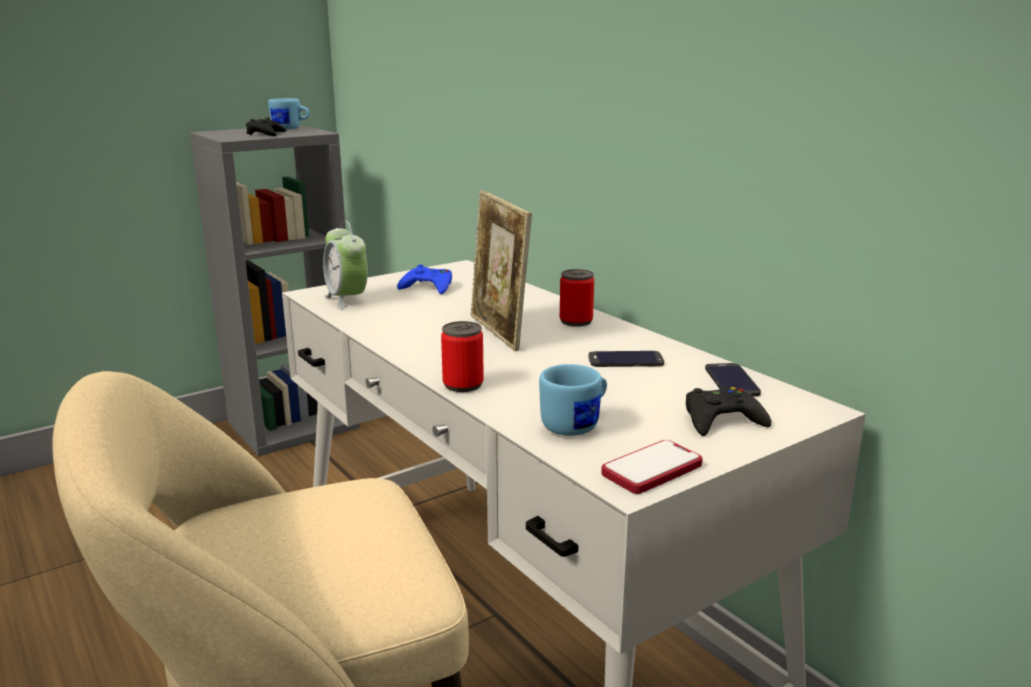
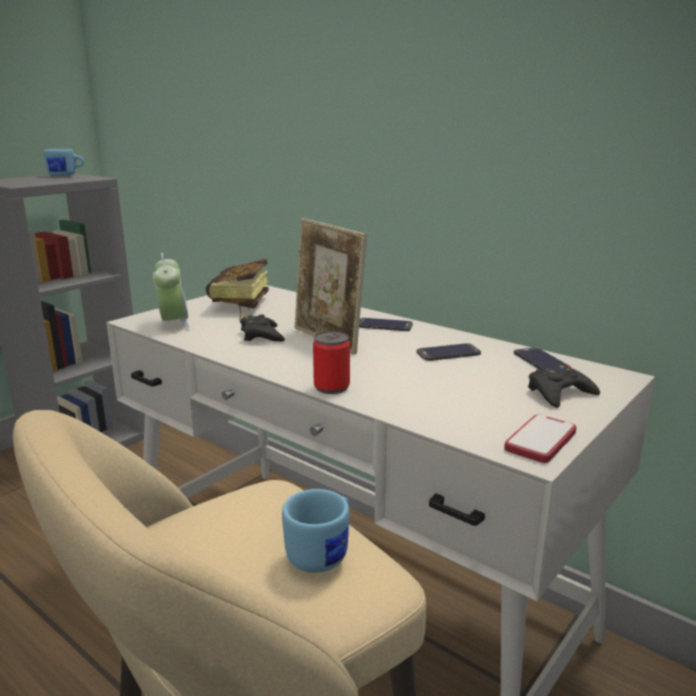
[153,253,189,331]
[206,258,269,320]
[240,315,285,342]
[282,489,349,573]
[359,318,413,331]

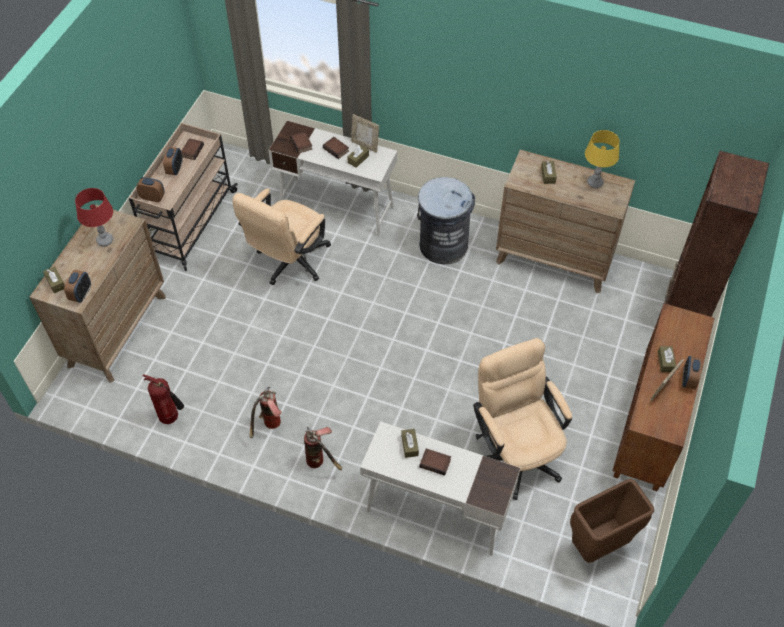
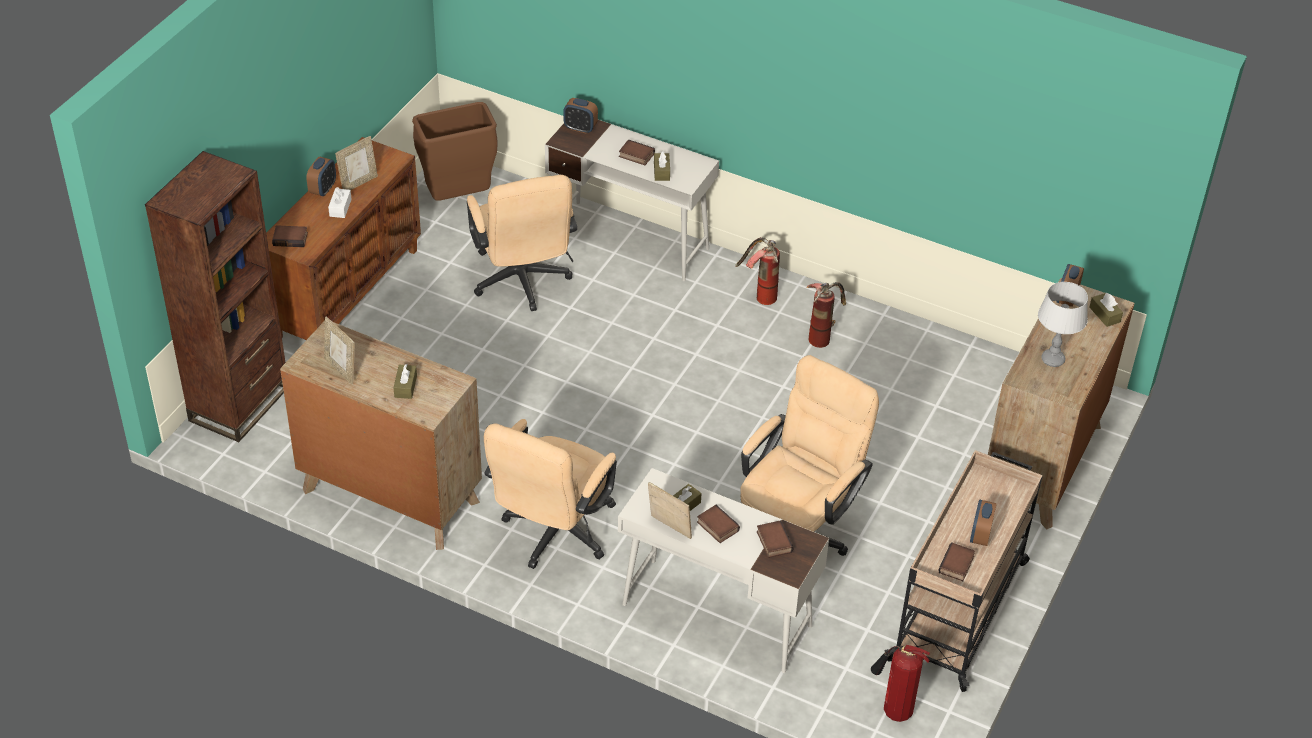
[272,225,308,247]
[324,316,355,384]
[328,187,352,218]
[484,419,617,569]
[563,98,598,134]
[871,645,930,722]
[1038,282,1088,367]

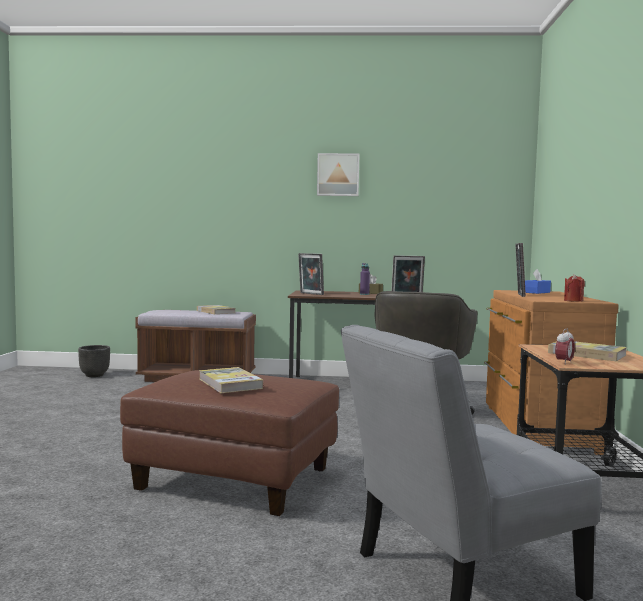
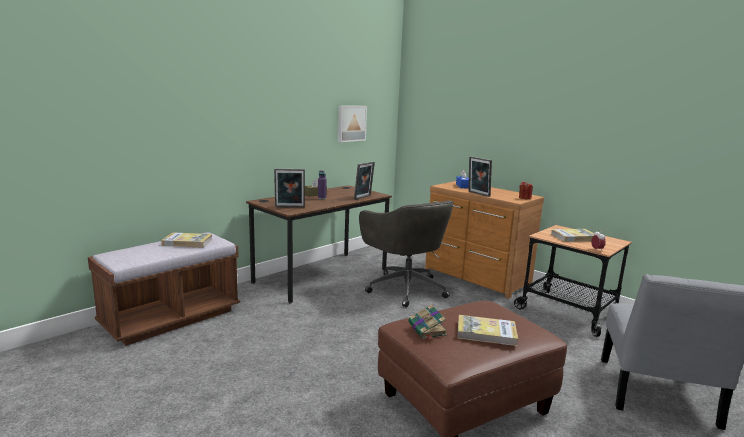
[338,106,367,142]
[408,305,447,340]
[78,345,110,377] (first image)

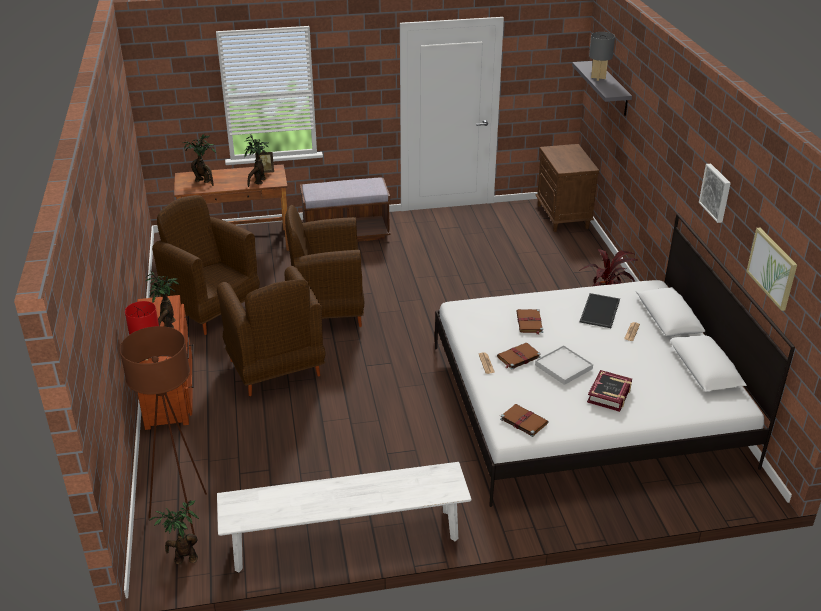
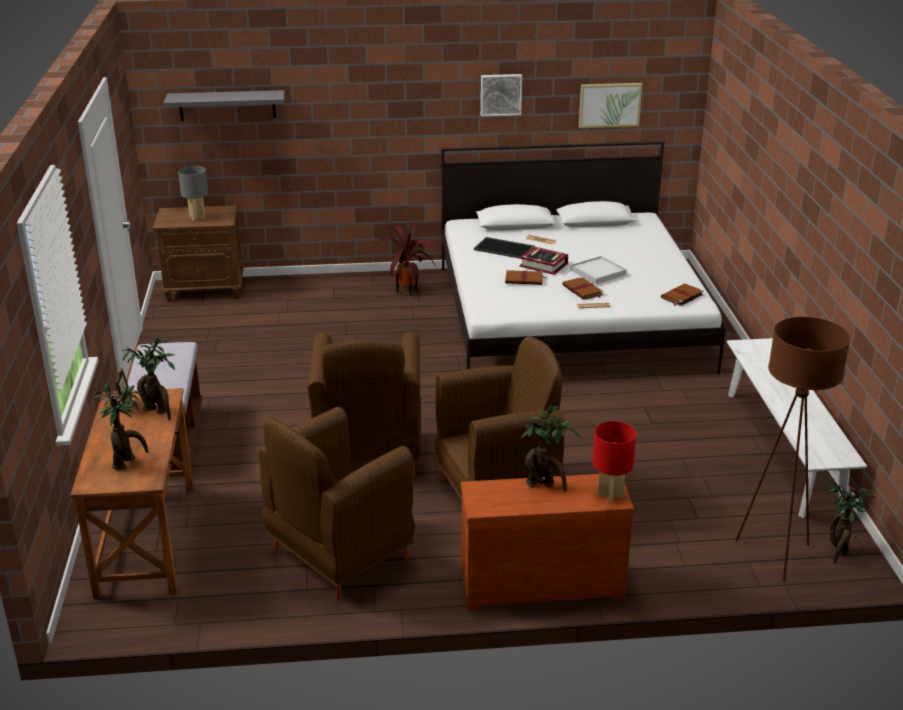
[178,166,208,221]
[519,246,568,275]

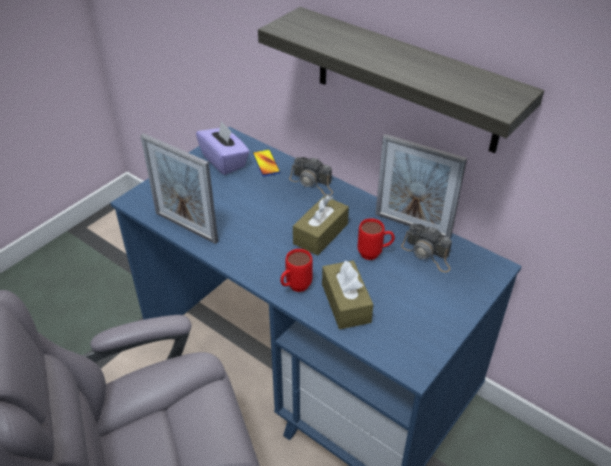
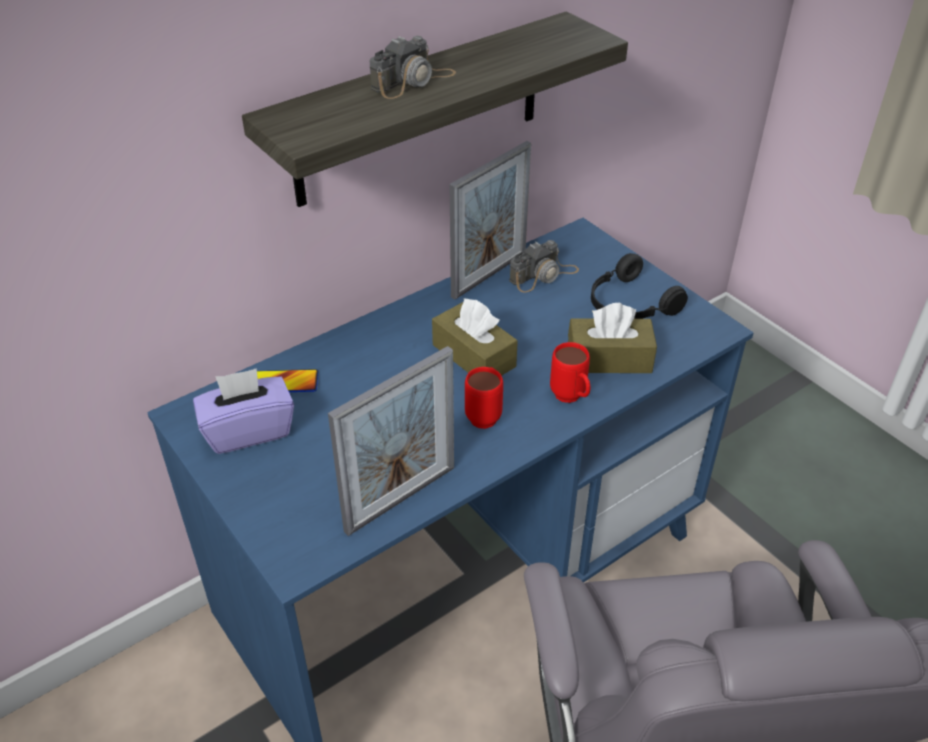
[370,36,456,99]
[465,367,503,429]
[591,253,688,319]

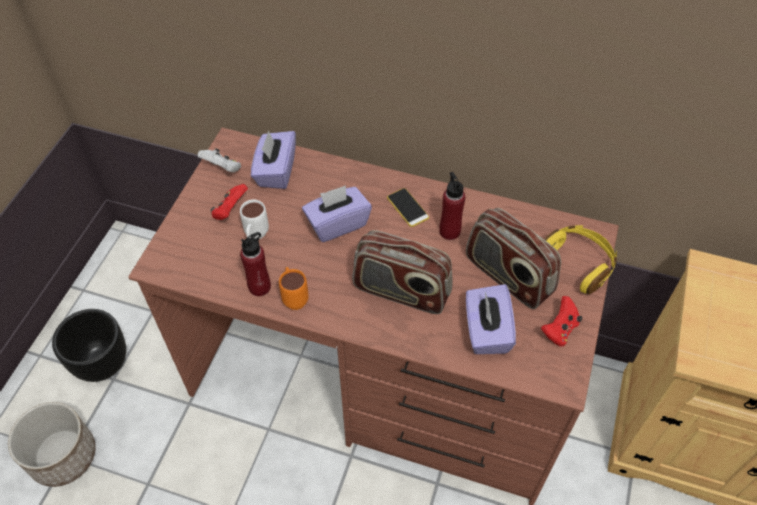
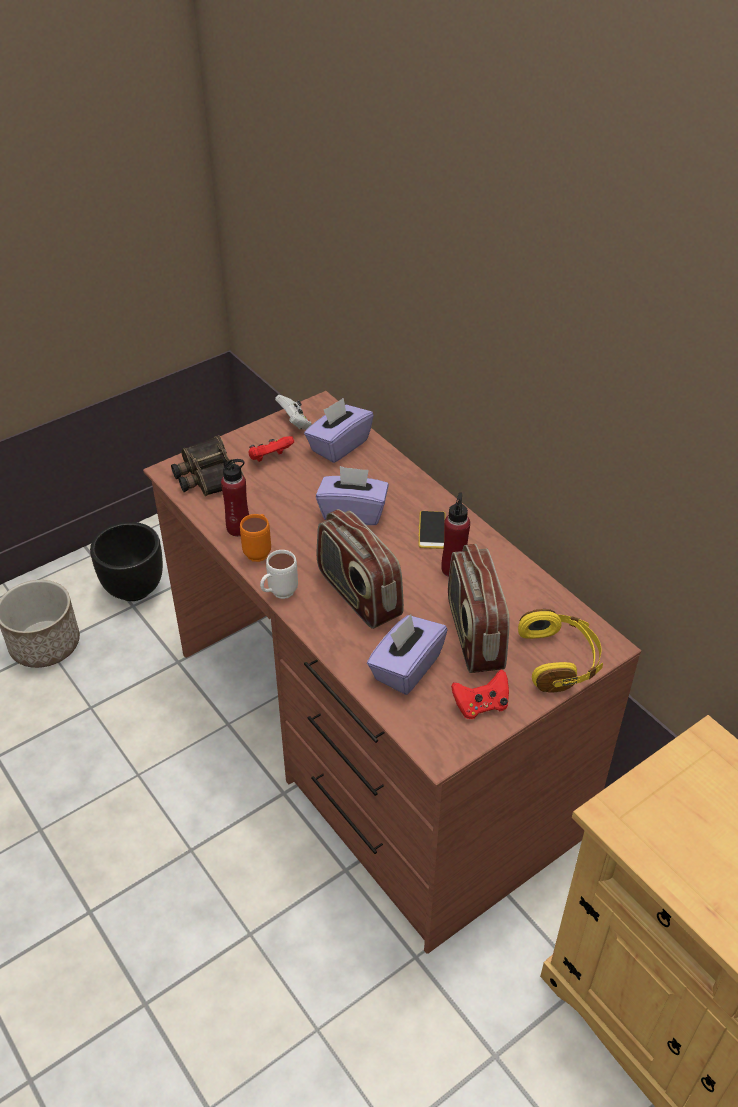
[171,435,244,496]
[260,550,298,599]

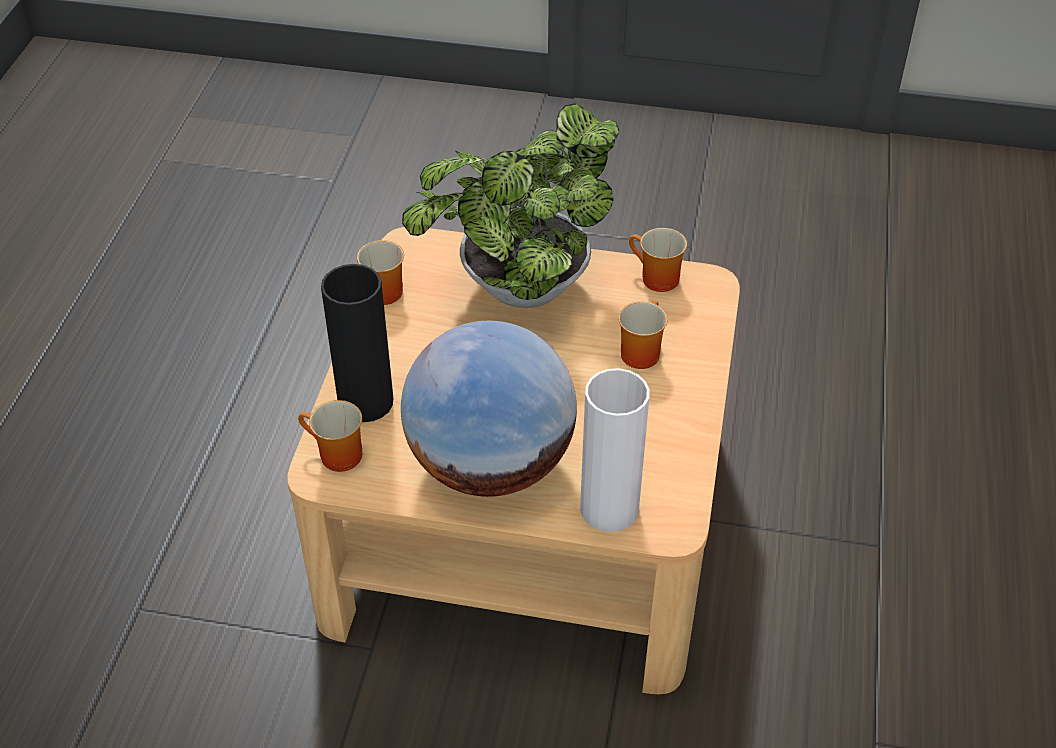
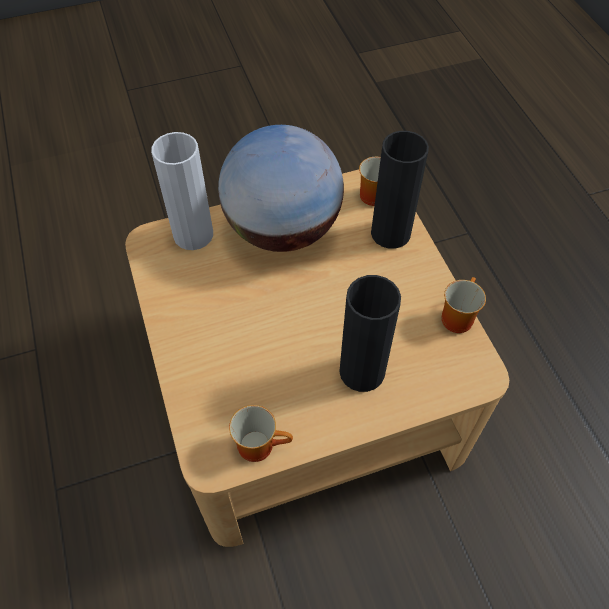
[339,275,401,392]
[618,301,668,369] (first image)

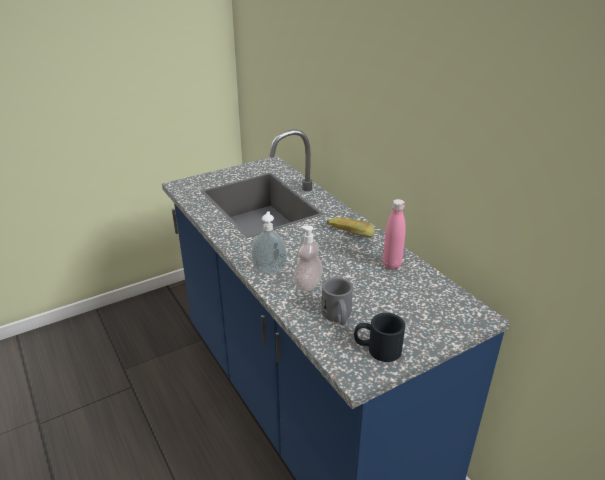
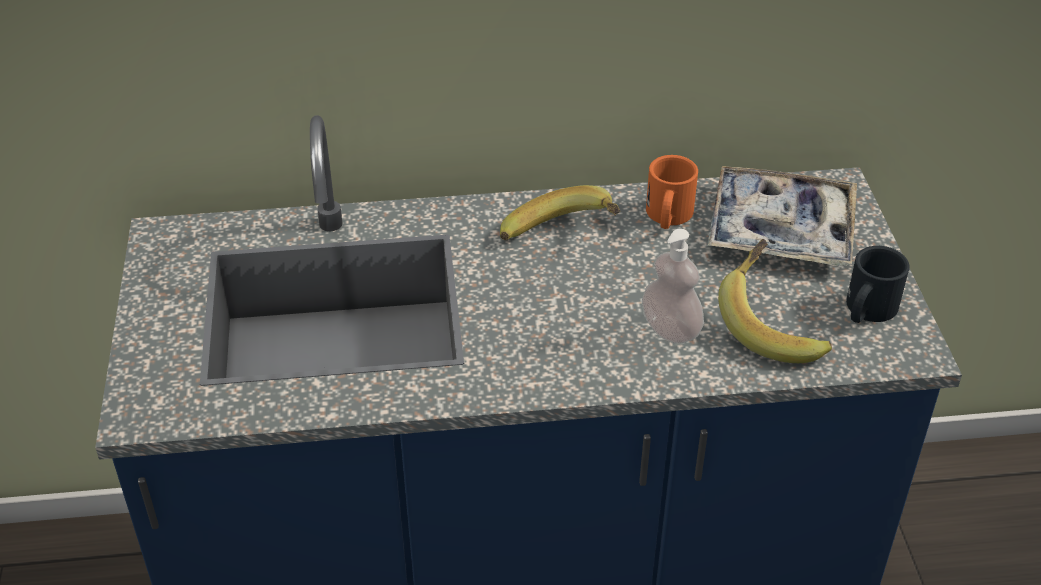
[646,155,698,229]
[707,166,857,266]
[718,239,832,363]
[251,211,287,274] (first image)

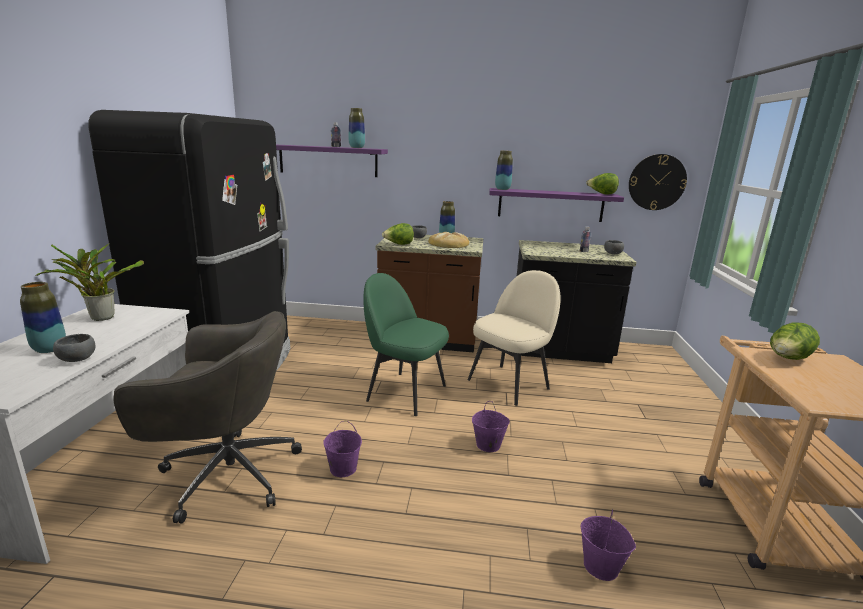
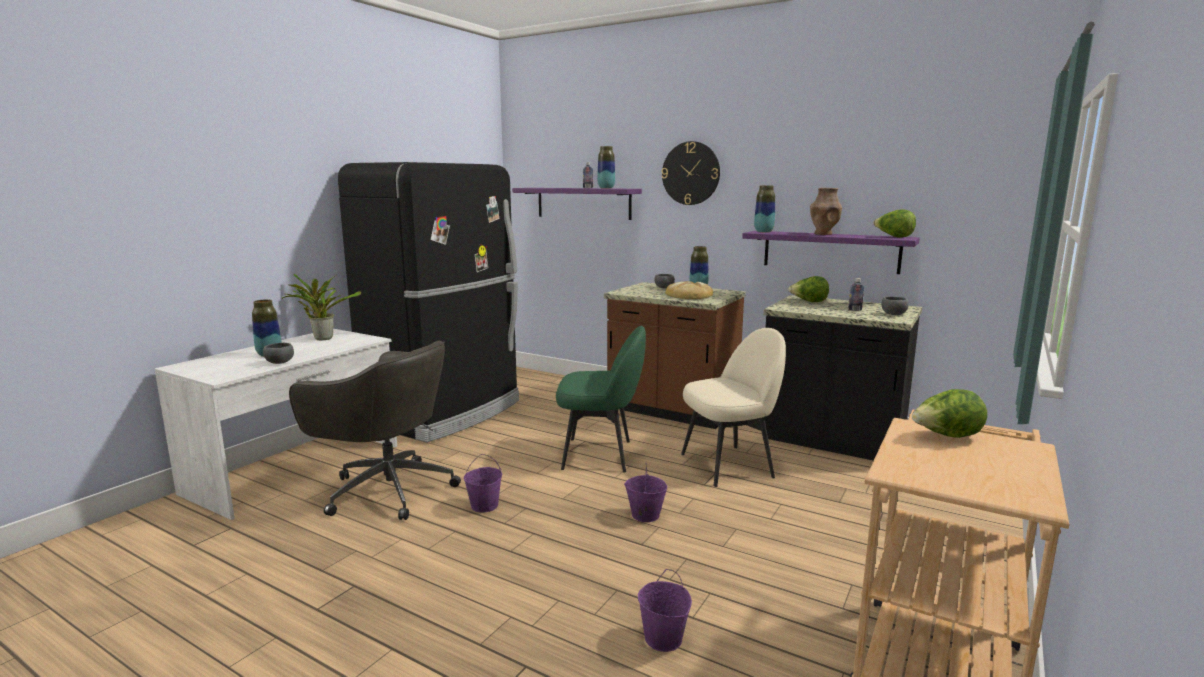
[556,326,646,472]
[662,141,720,205]
[788,276,829,302]
[810,188,842,235]

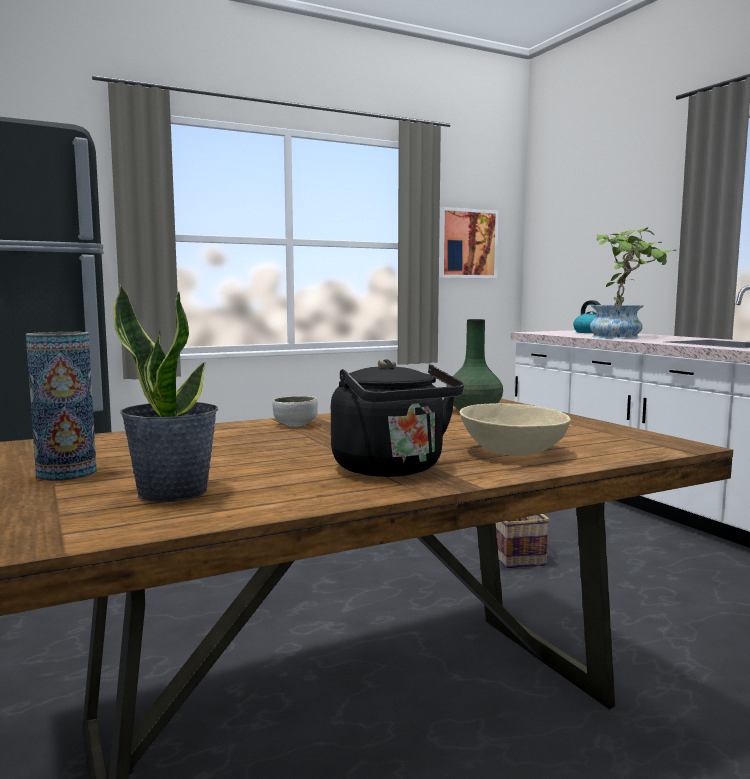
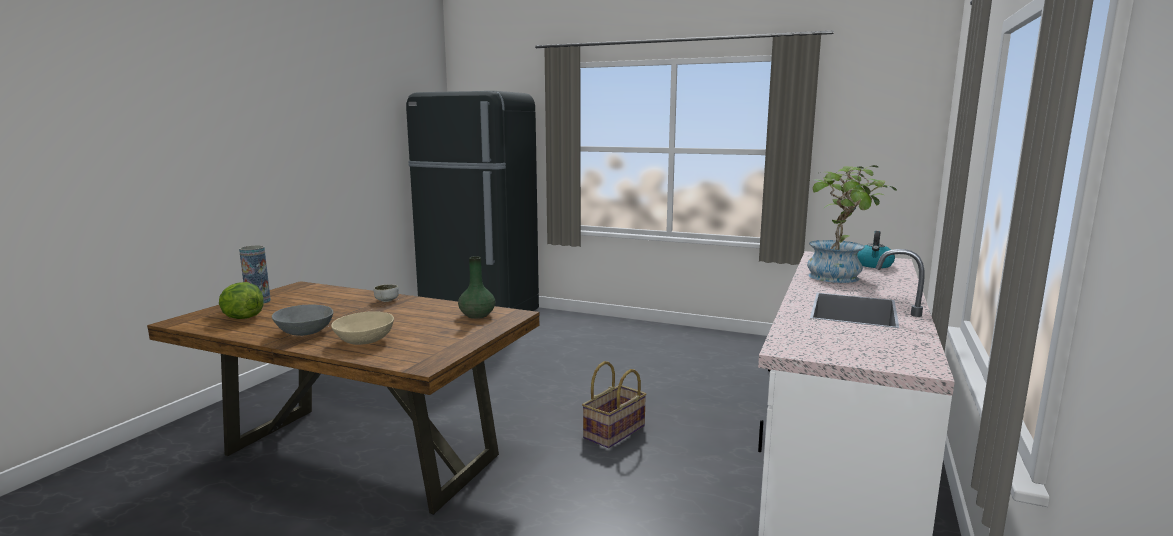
[219,282,264,319]
[272,305,333,336]
[439,207,499,278] (first image)

